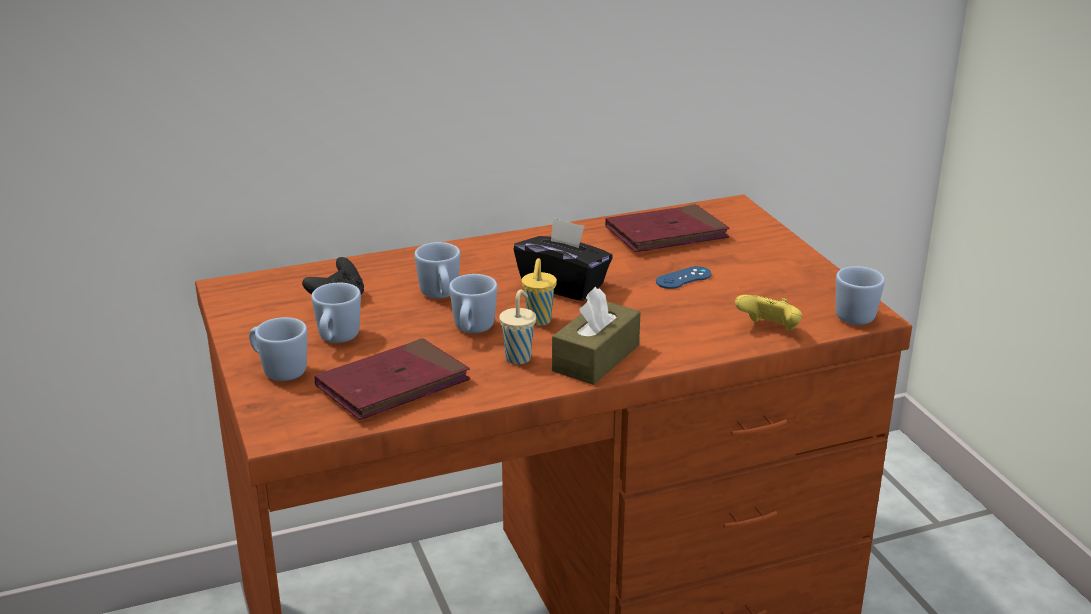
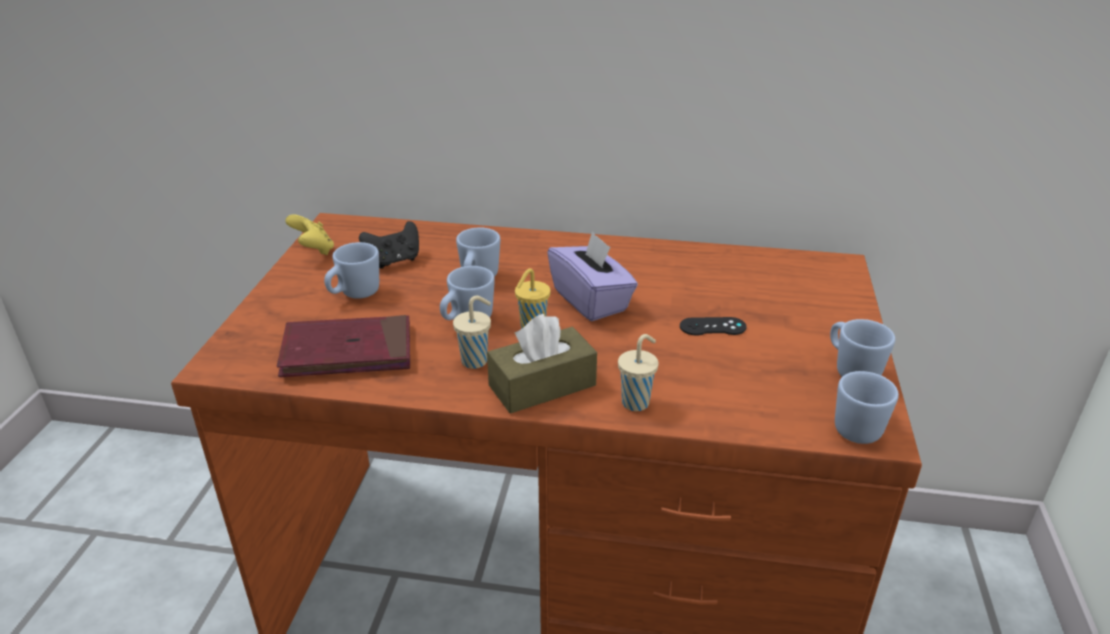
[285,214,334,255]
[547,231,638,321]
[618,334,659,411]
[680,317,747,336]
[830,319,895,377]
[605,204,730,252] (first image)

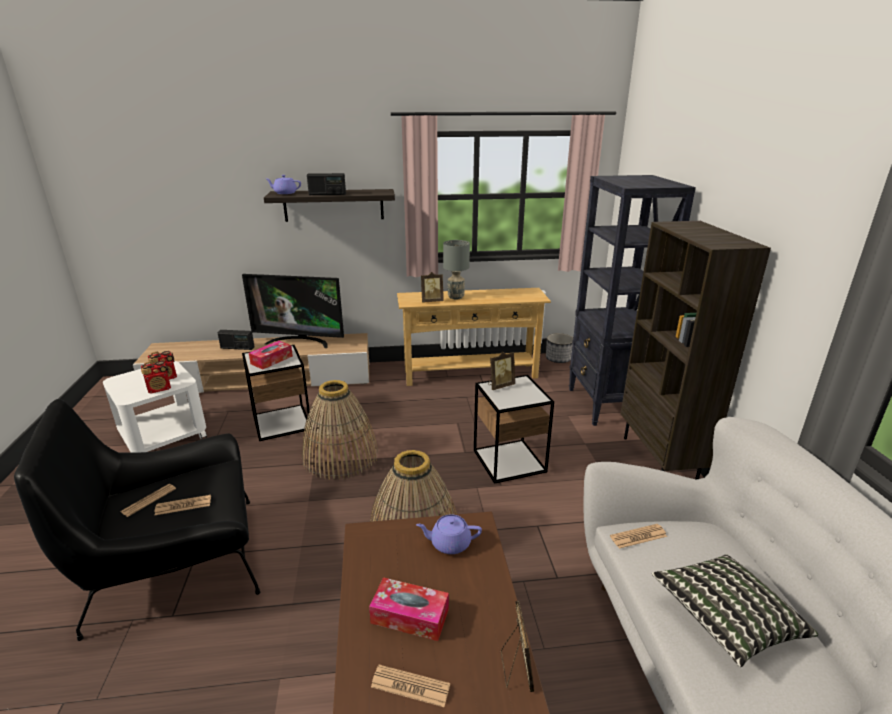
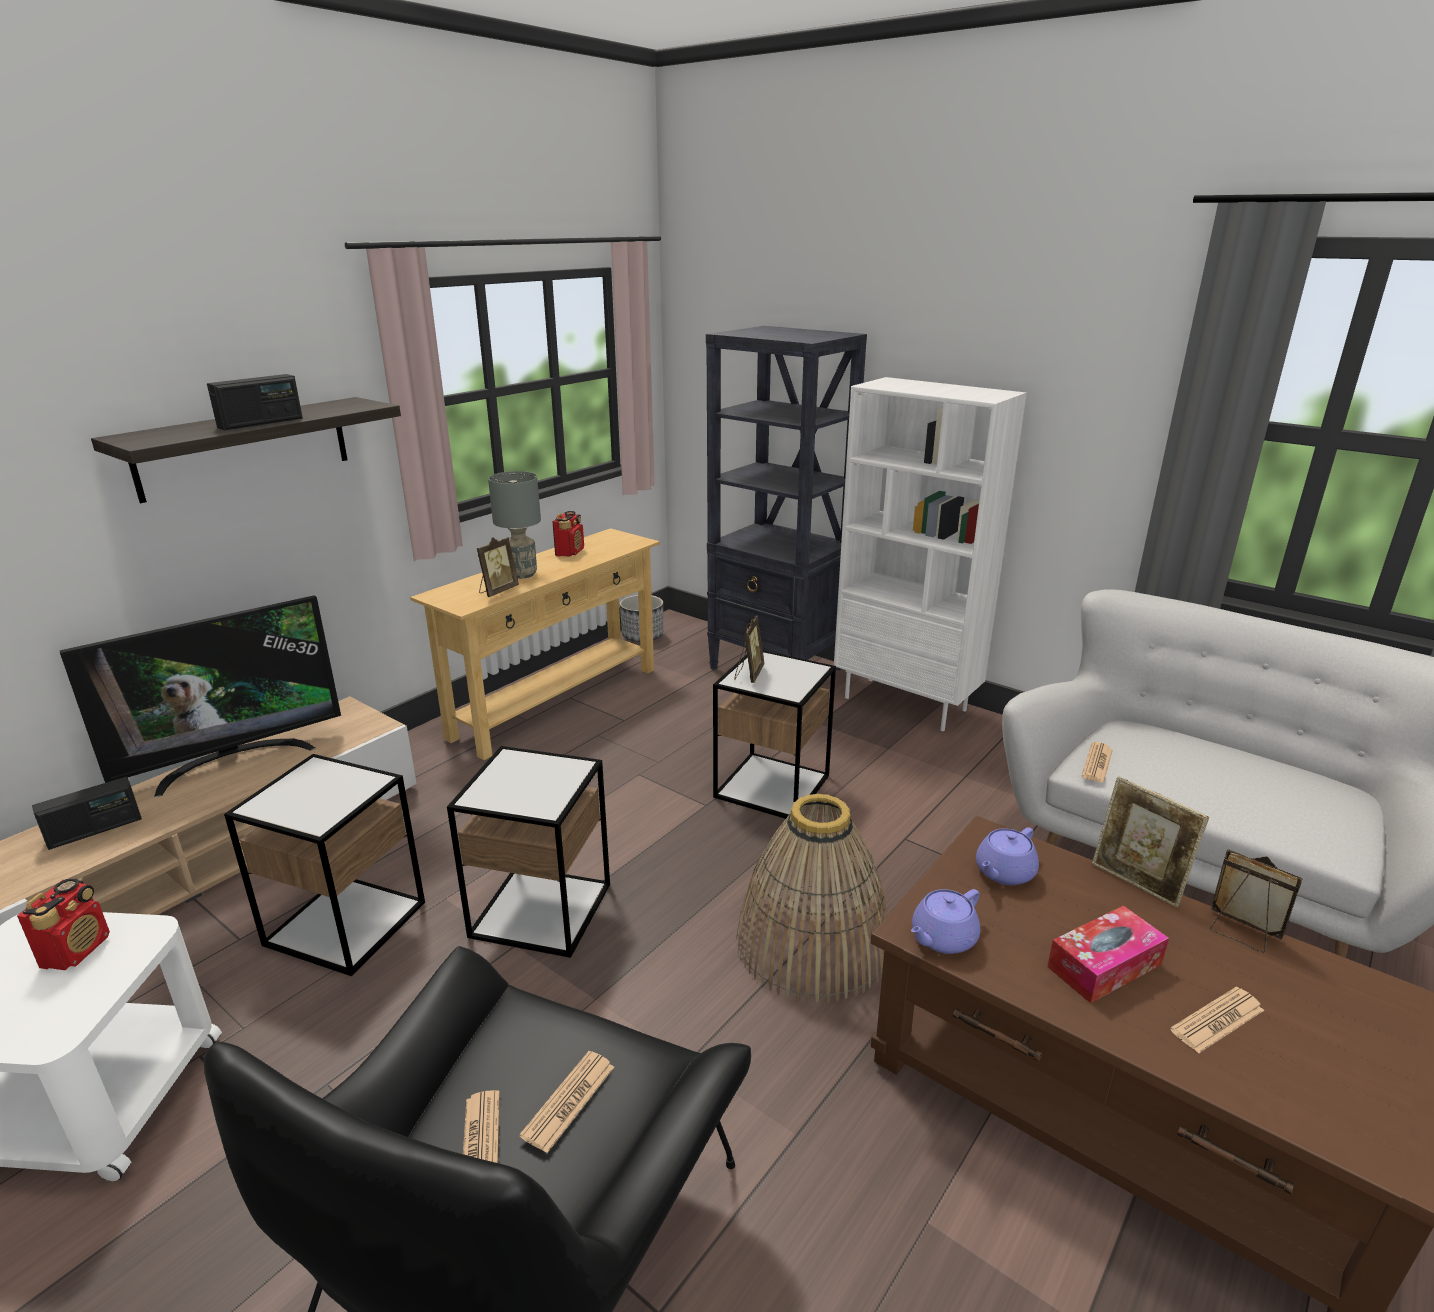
[447,746,610,958]
[552,511,584,557]
[834,377,1027,731]
[911,889,980,954]
[1092,776,1209,908]
[249,341,293,369] (first image)
[652,554,818,667] (first image)

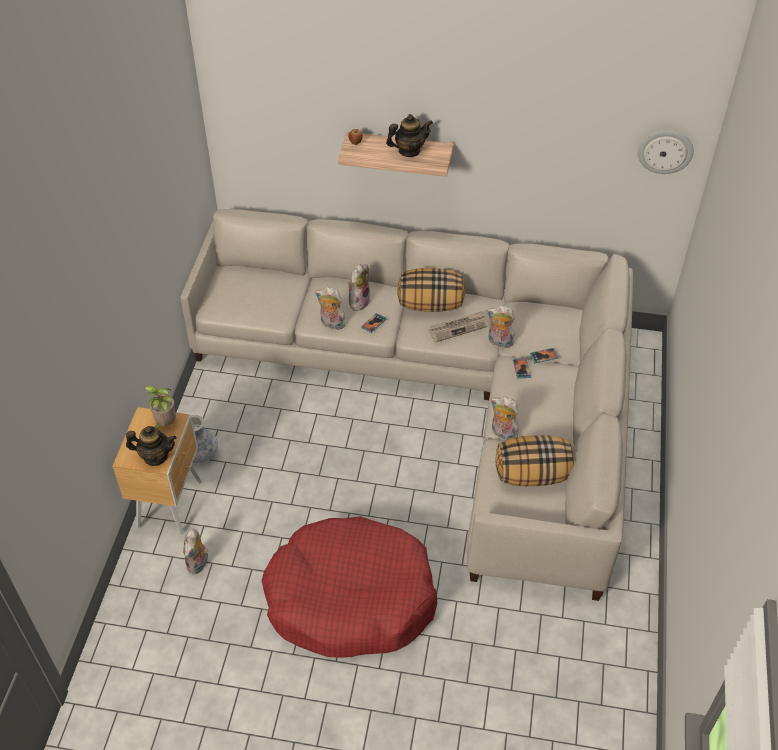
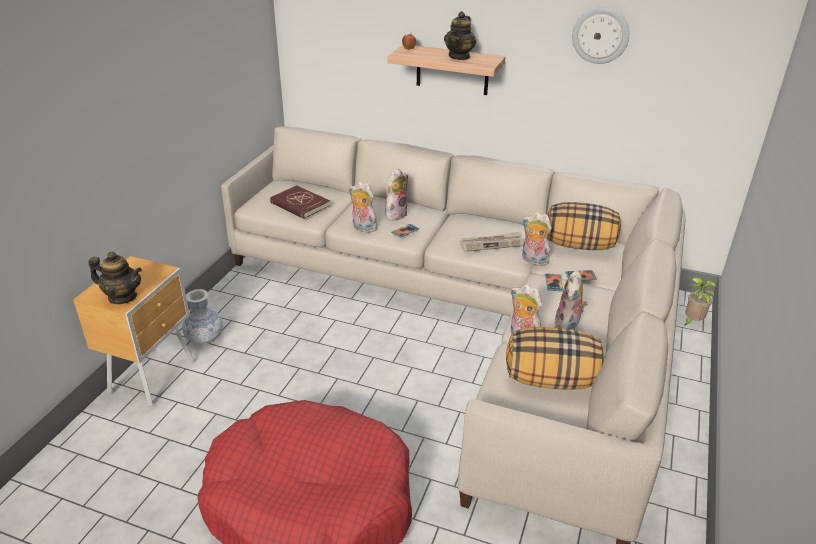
[270,185,330,219]
[444,11,476,60]
[547,202,621,250]
[554,270,587,330]
[572,7,630,64]
[684,278,717,326]

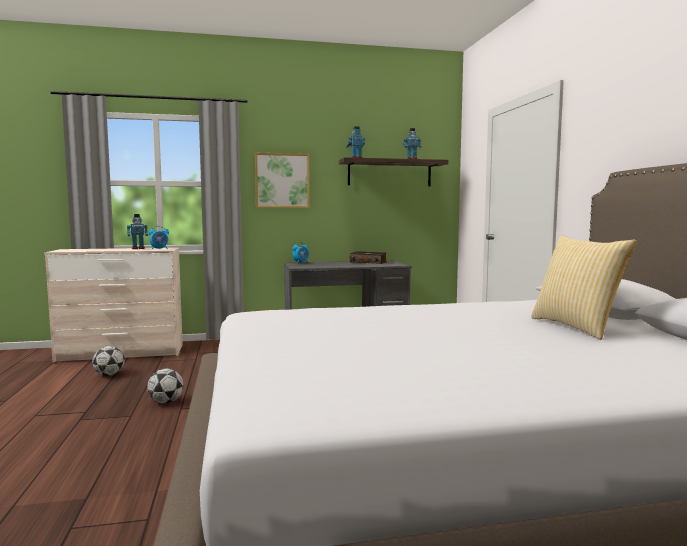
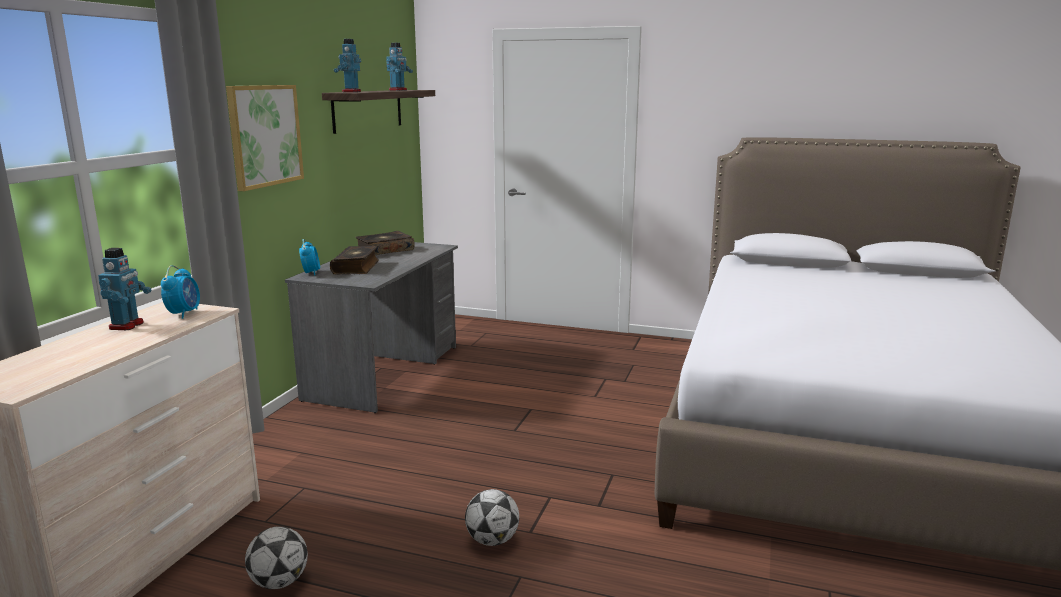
[330,246,379,274]
[531,236,637,340] (first image)

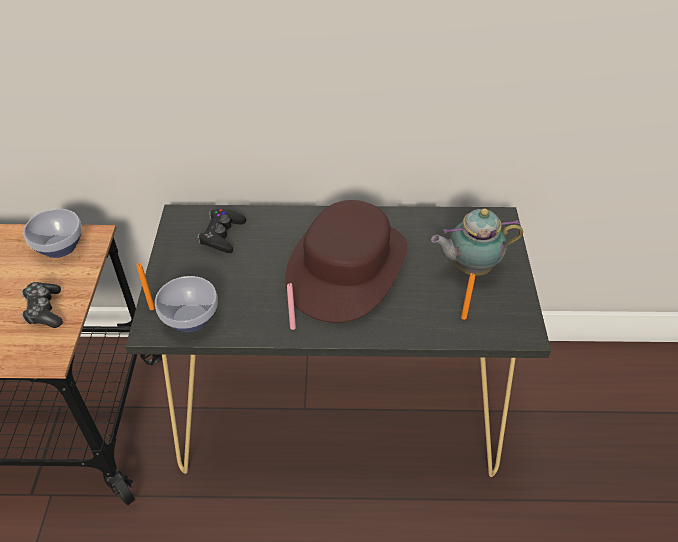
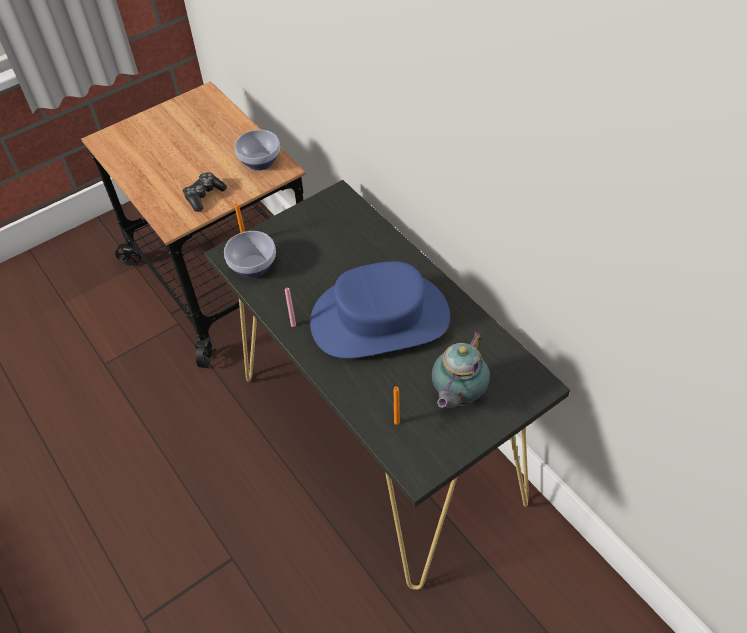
[310,261,450,359]
[432,331,490,408]
[197,209,246,253] (first image)

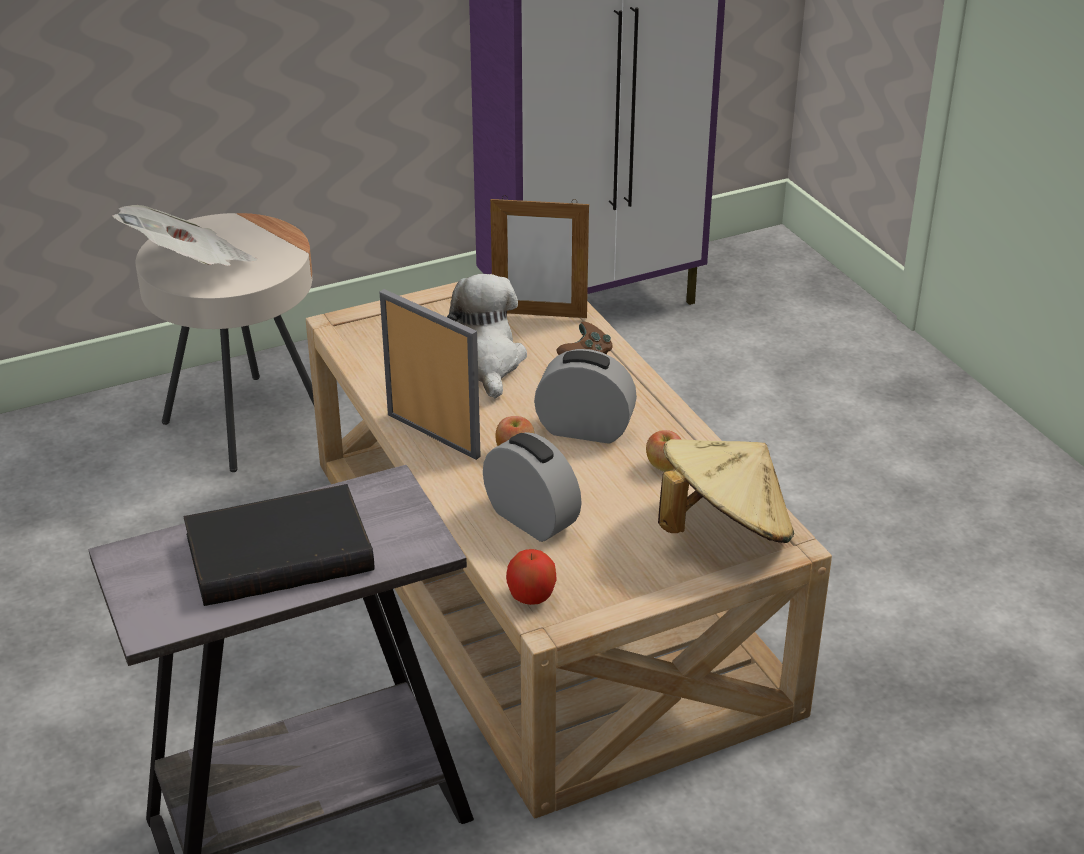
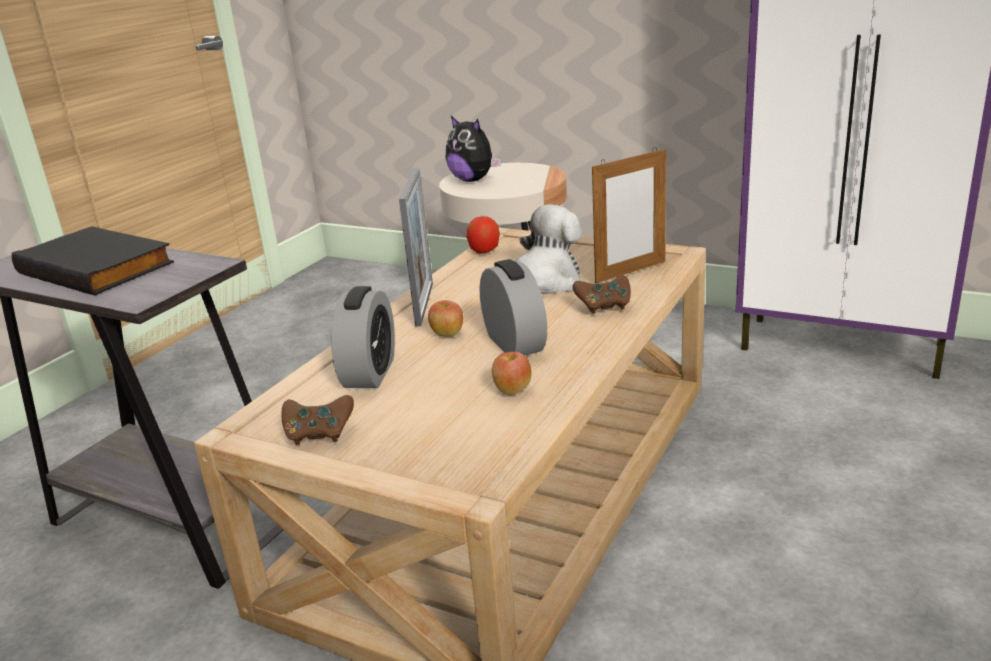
[281,395,354,445]
[446,116,501,182]
[467,216,500,253]
[592,147,666,283]
[658,439,794,543] (first image)

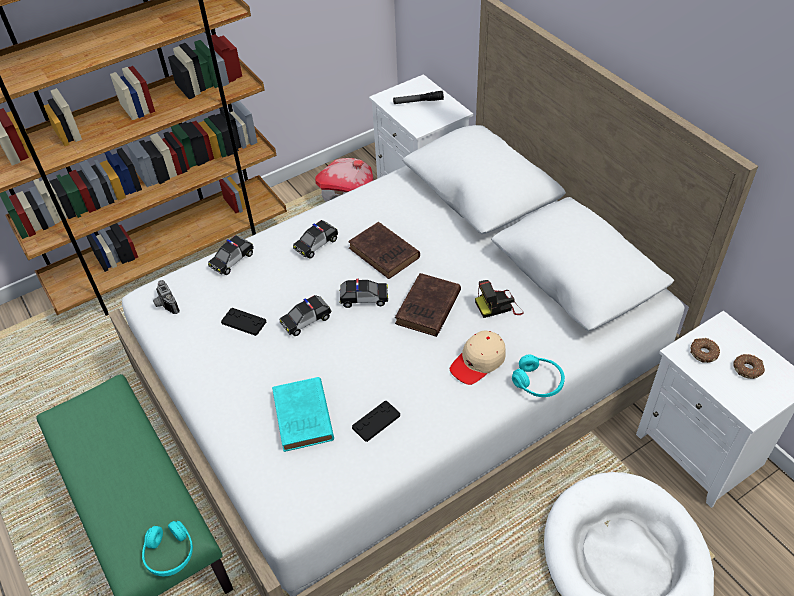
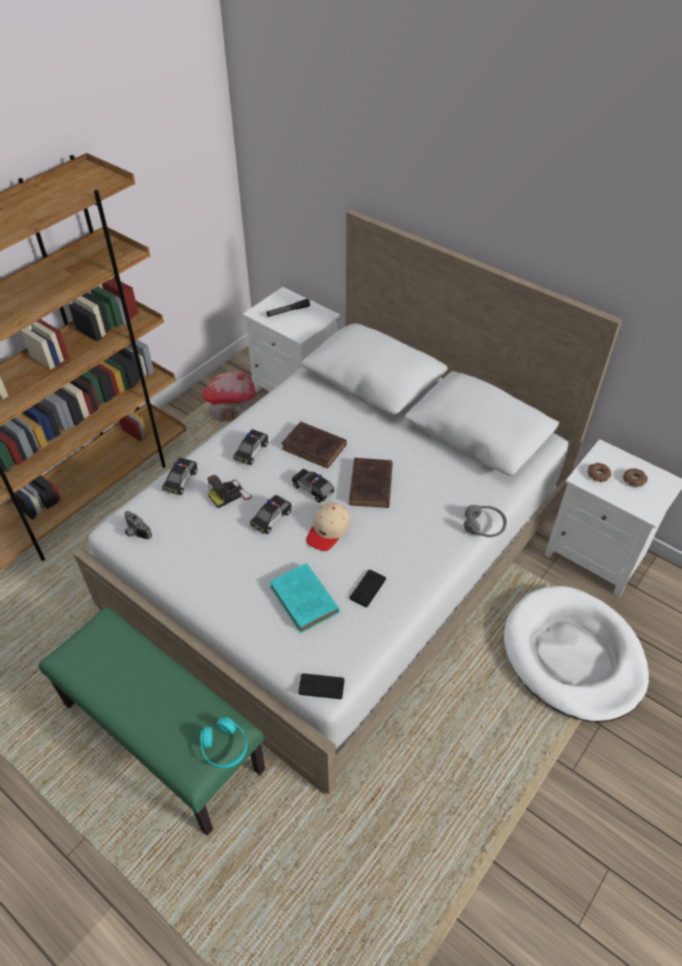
[207,475,252,508]
[292,468,334,503]
[298,673,345,699]
[306,502,350,551]
[464,505,507,537]

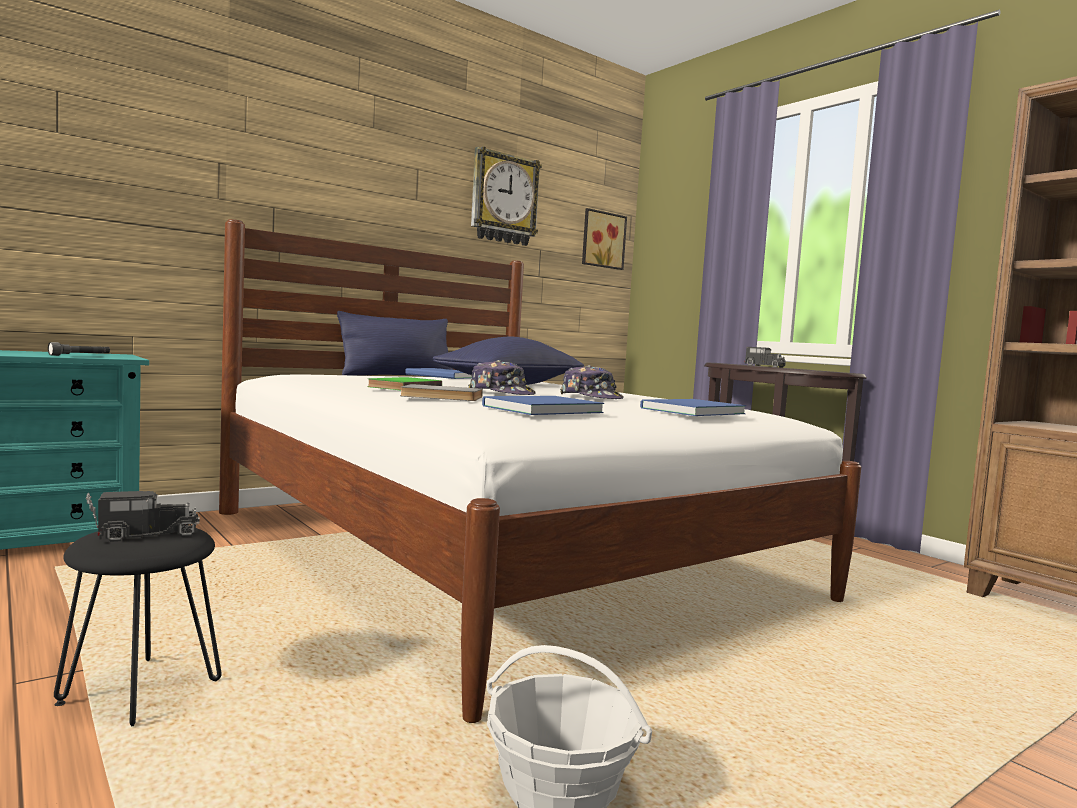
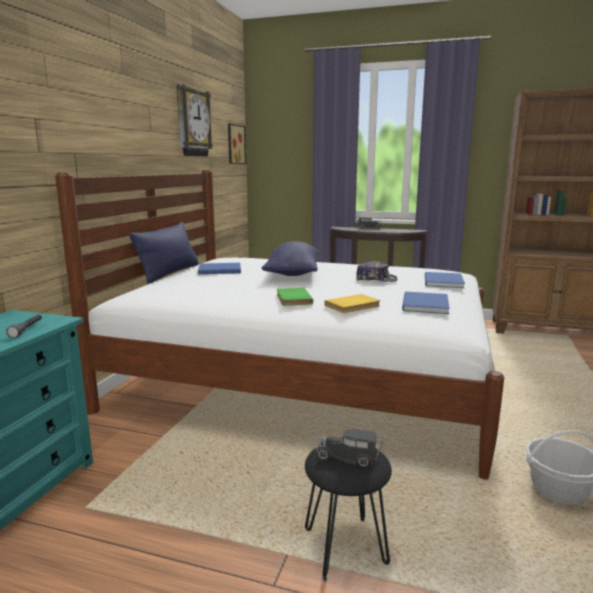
[316,429,384,467]
[325,294,380,313]
[468,360,536,395] (first image)

